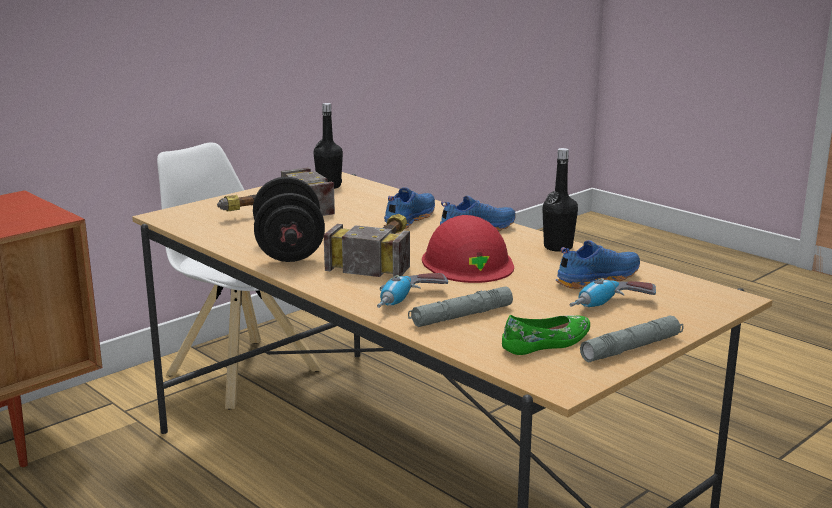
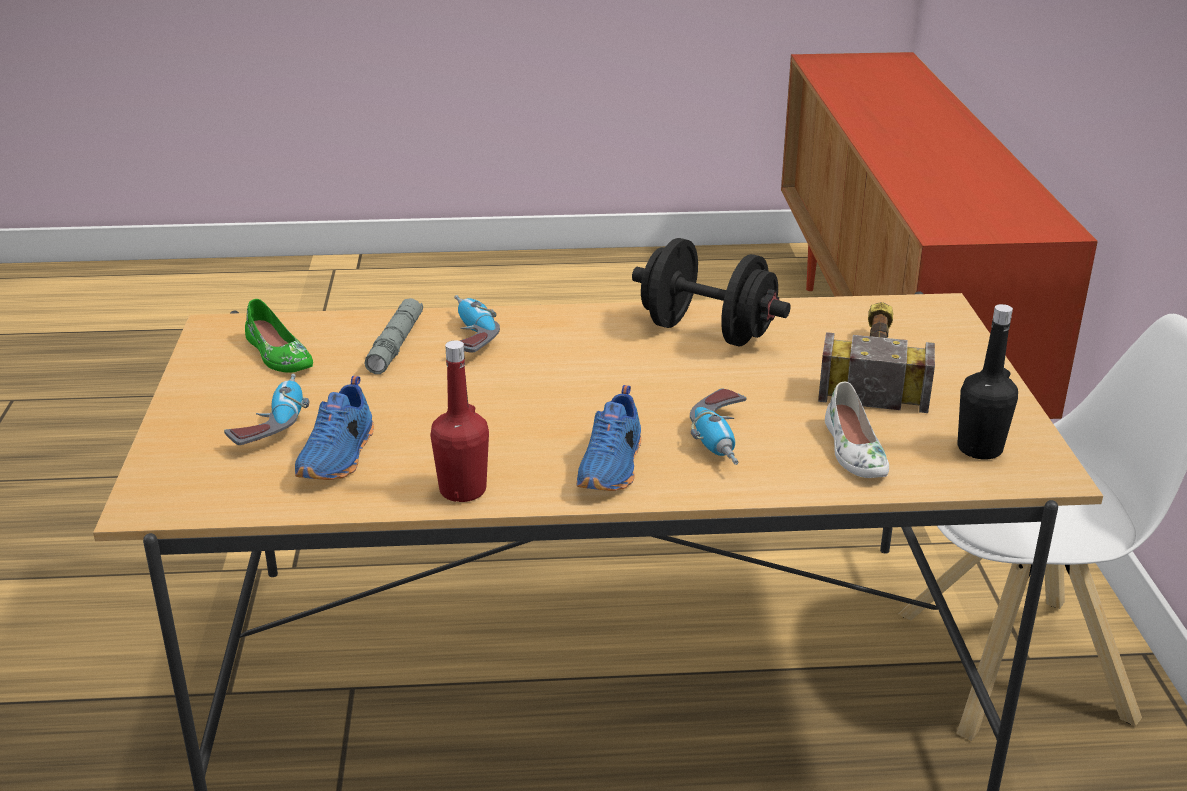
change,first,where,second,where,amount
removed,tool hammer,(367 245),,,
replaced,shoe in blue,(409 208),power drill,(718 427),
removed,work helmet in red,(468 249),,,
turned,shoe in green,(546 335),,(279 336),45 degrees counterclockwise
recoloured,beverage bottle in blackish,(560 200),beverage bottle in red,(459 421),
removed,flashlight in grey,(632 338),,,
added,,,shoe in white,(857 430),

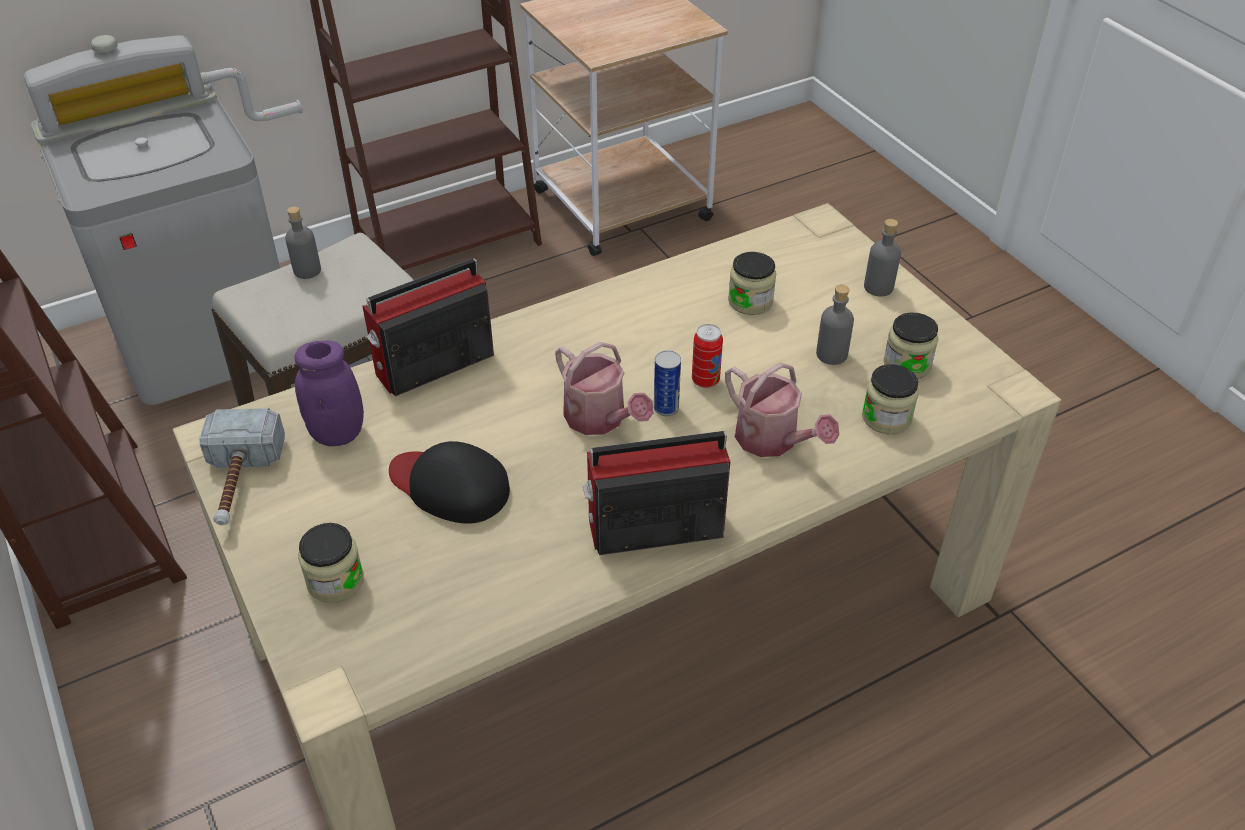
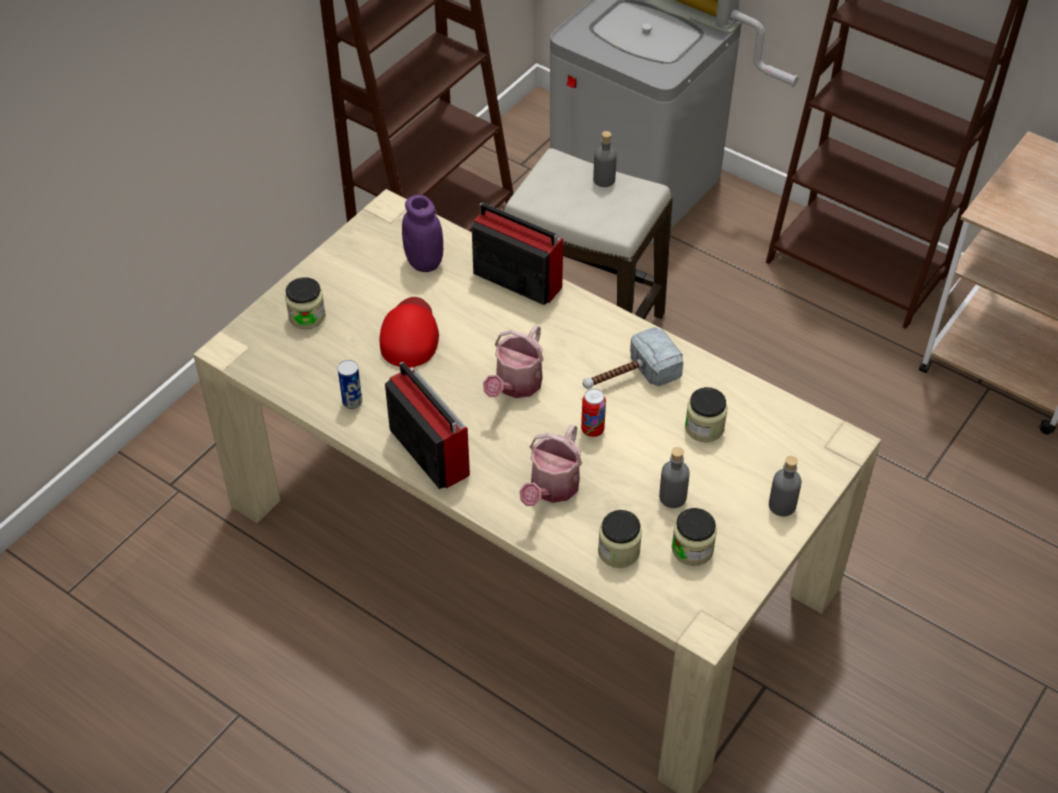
change,first,where,second,where,amount
moved,tool hammer,(242 466),,(633 358),
recoloured,peaked cap in blackish,(449 482),peaked cap in red,(409 332),
moved,metal can,(667 383),,(350 384),

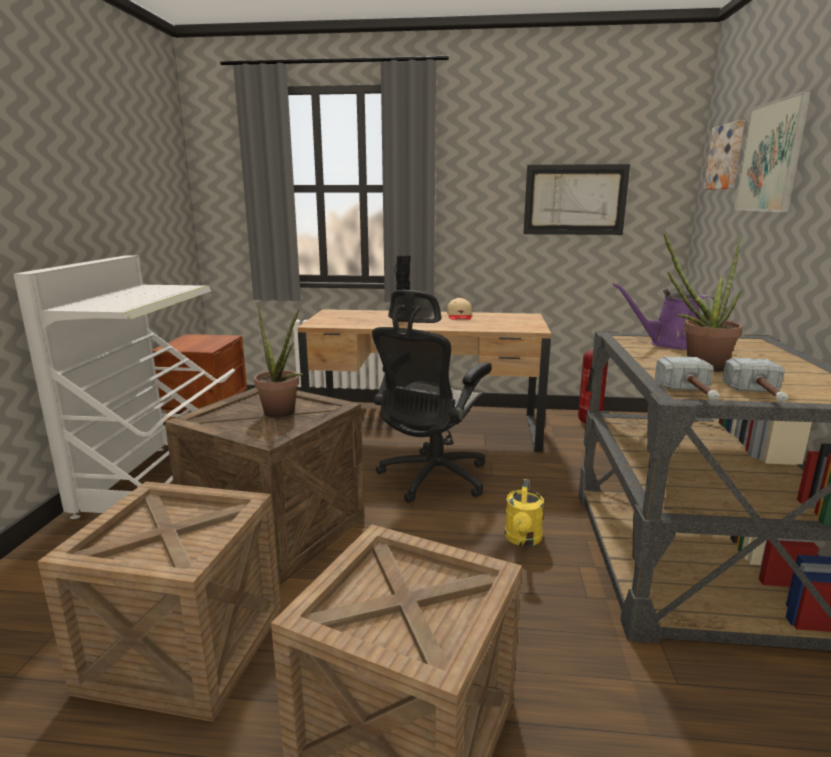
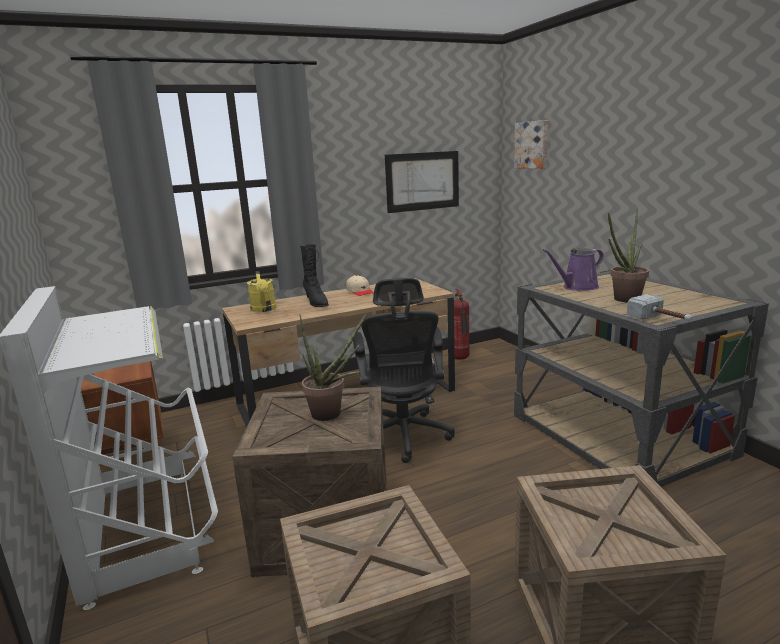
change,first,where,second,where,amount
moved,watering pot in yellow,(524 512),,(262 291),
removed,tool hammer,(755 380),,,
removed,wall picture,(772 151),,,

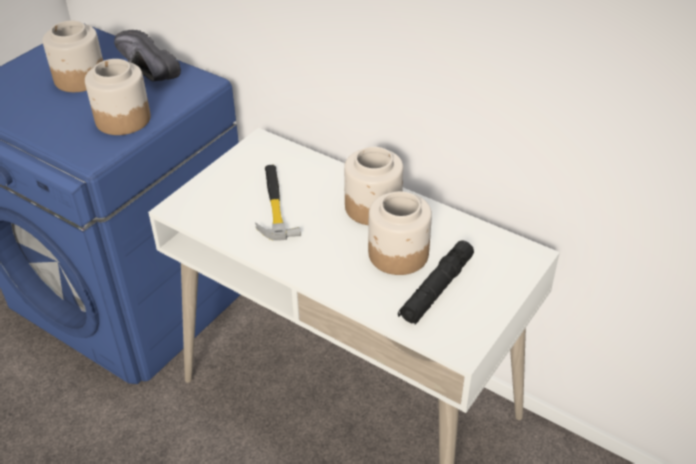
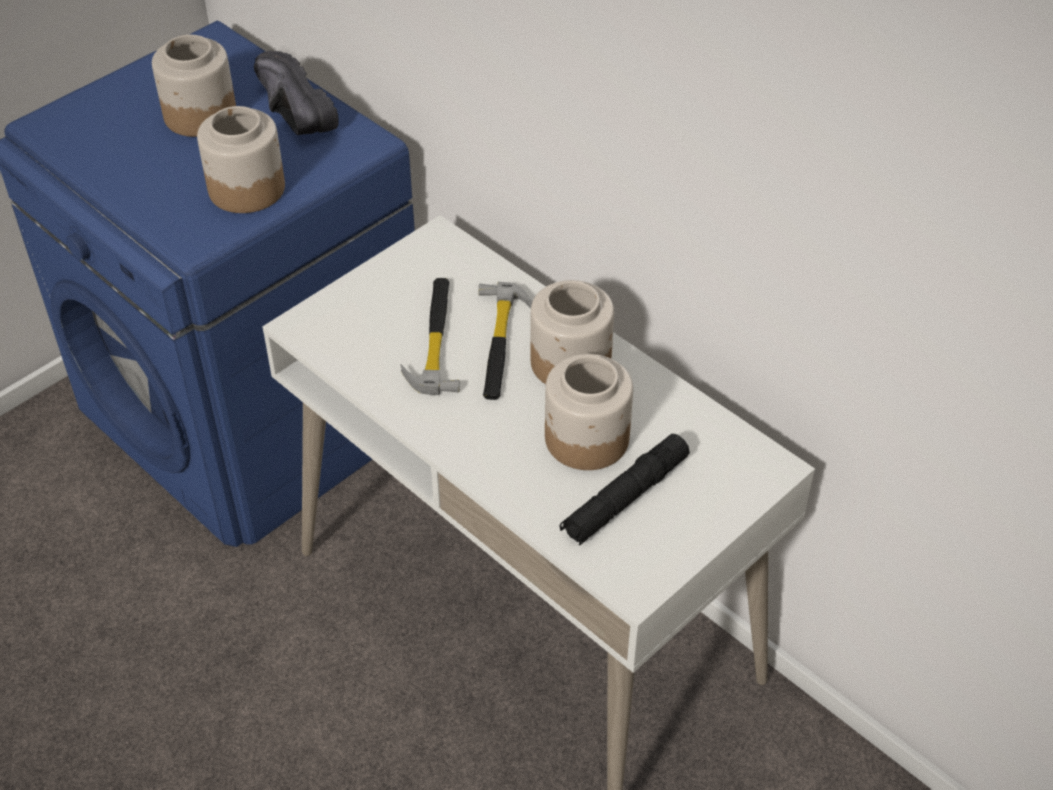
change,first,where,second,where,amount
added,,,tool hammer,(505 341),

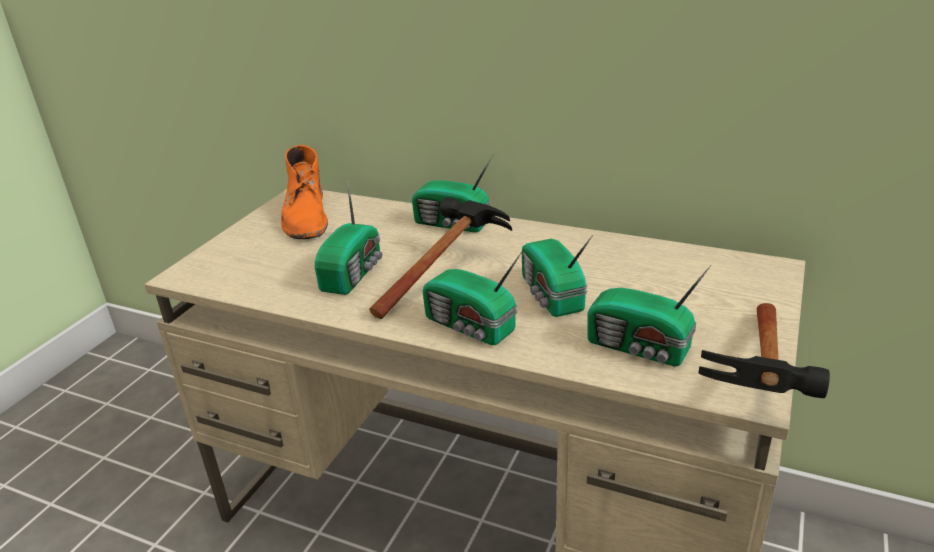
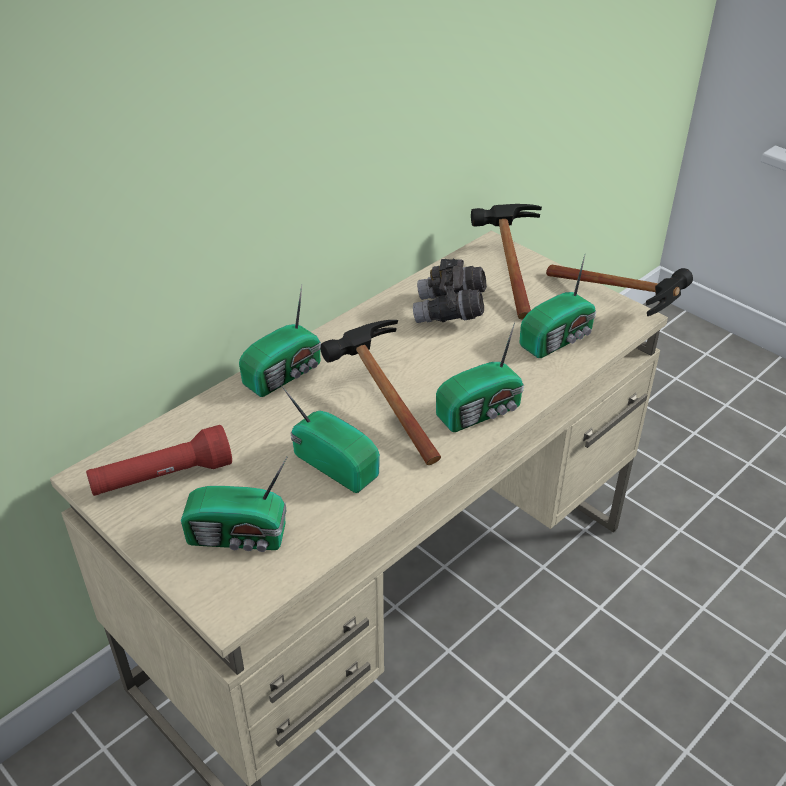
change,first,where,second,where,amount
replaced,tall boot in orange,(304 192),flashlight in red,(159 460),
moved,radio receiver,(557 276),,(234 504),
added,,,binoculars in grey,(450 291),
added,,,tool hammer,(506 262),

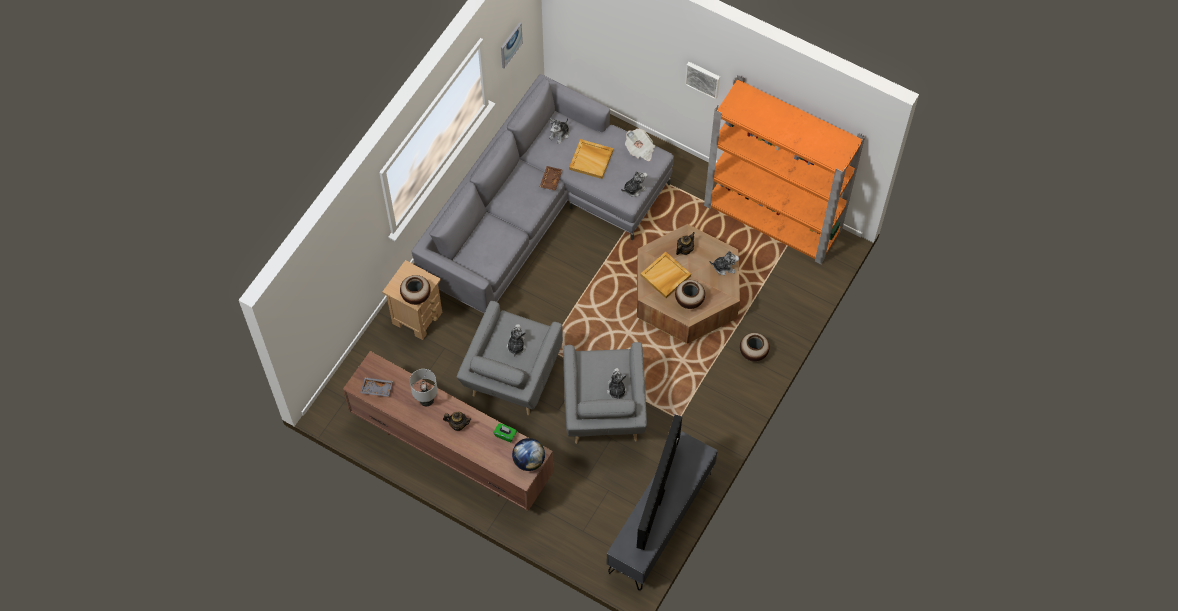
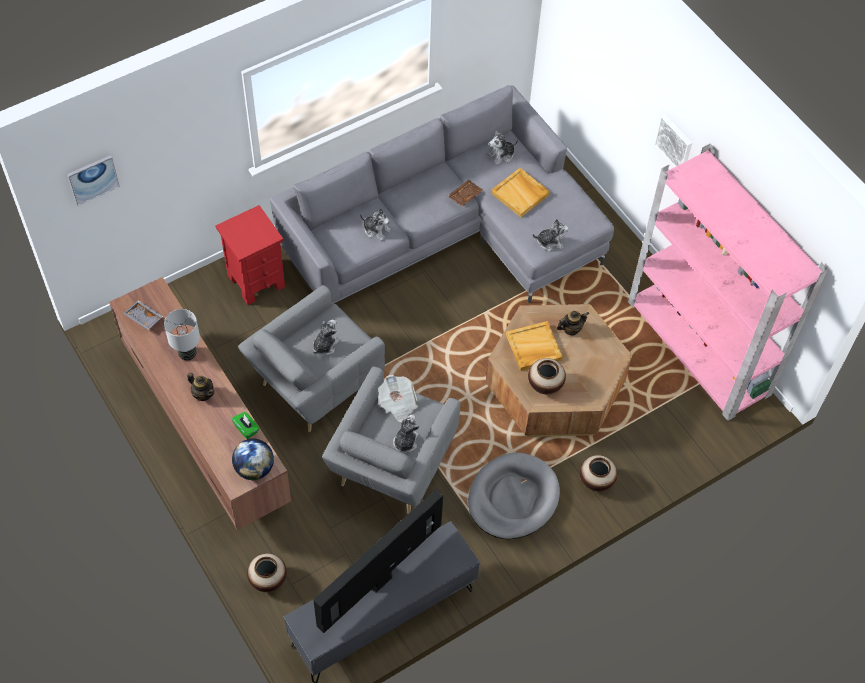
change,first,where,second,where,amount
recoloured,nightstand in beige-coloured,(412 300),nightstand in red,(250 255),
moved,flower vase,(415 290),,(267 572),
moved,wall picture,(512 45),,(93 180),
moved,daily paper,(640 145),,(398 398),
recoloured,bookshelf in orange,(784 170),bookshelf in pink,(728 282),
moved,cuddly toy,(724 263),,(375 224),
added,,,pet bed in grey,(514 495),

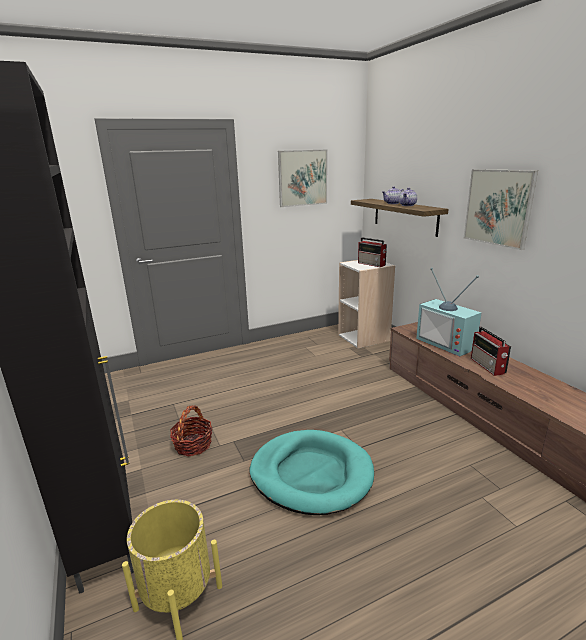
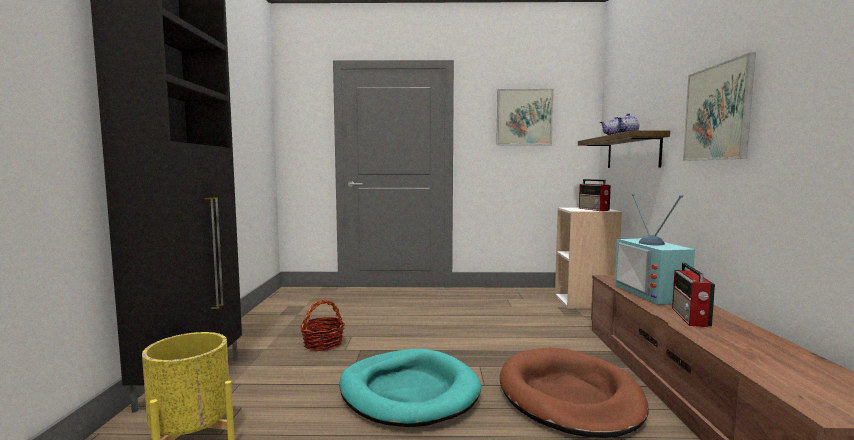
change,first,where,second,where,amount
added,,,pet bed in brown-coloured,(574 392),

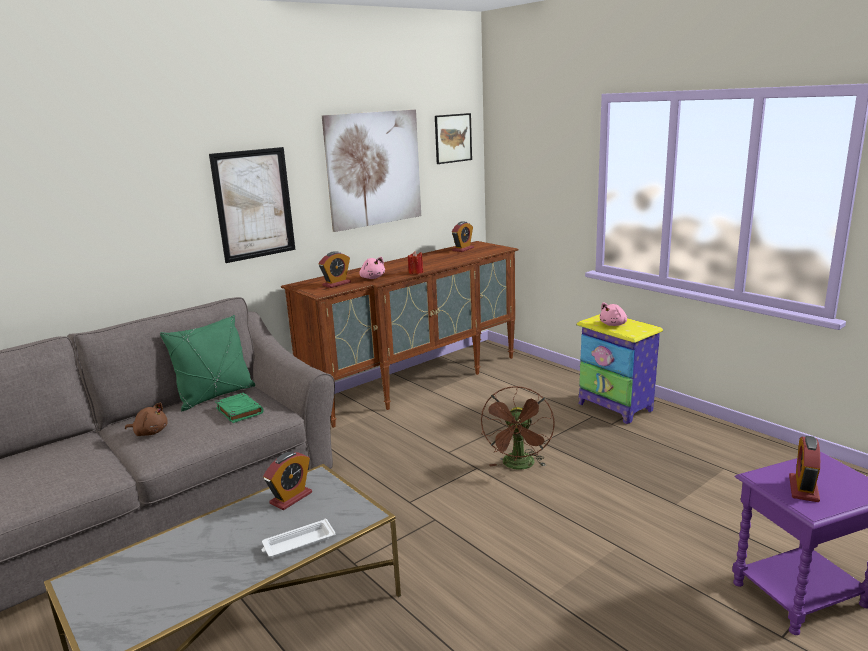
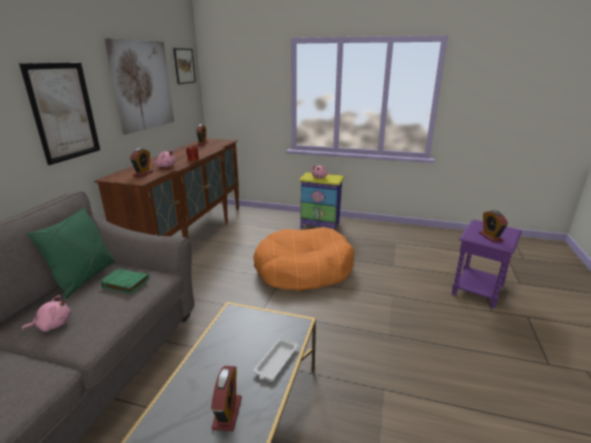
change,first,where,second,where,amount
recoloured,cuddly toy in brown-coloured,(146 419),cuddly toy in pink,(46 313),
moved,alarm clock,(287 480),,(226 398),
replaced,cooling fan in brown-coloured,(518 428),pet bed in orange,(303 259),

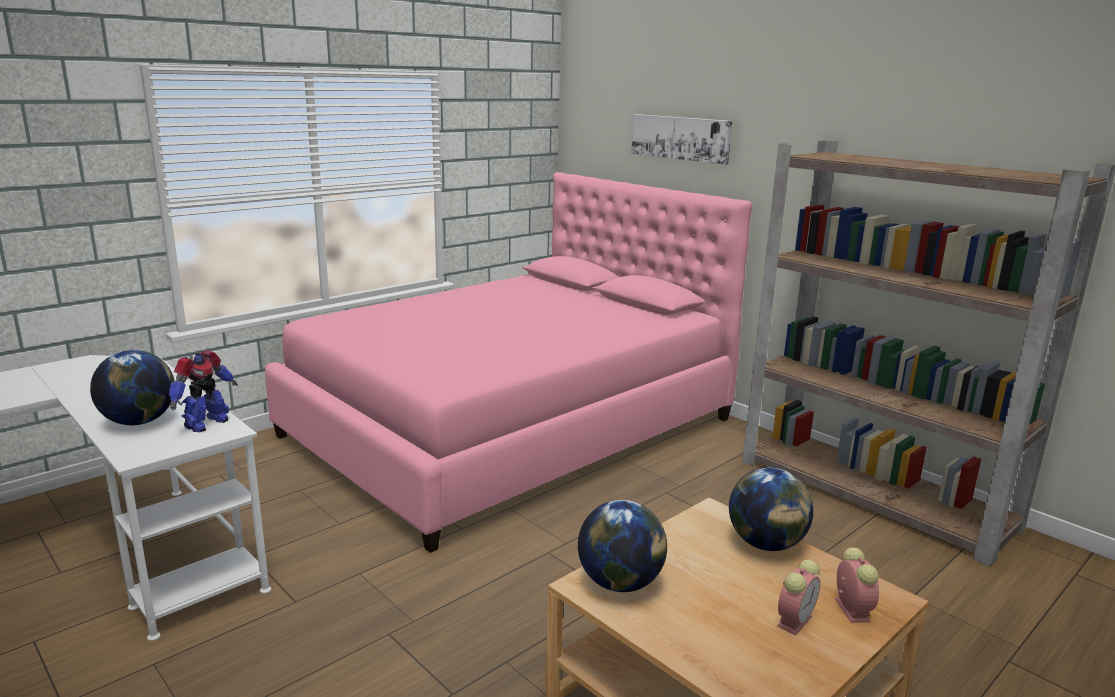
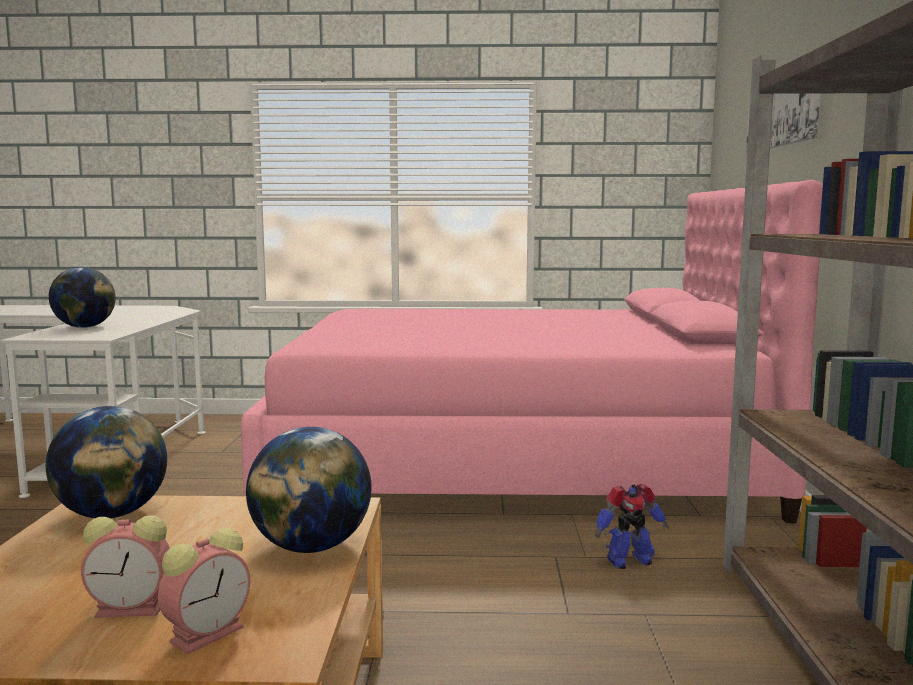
change,first,where,second,where,amount
moved,robot figure,(203 391),,(632 526),

